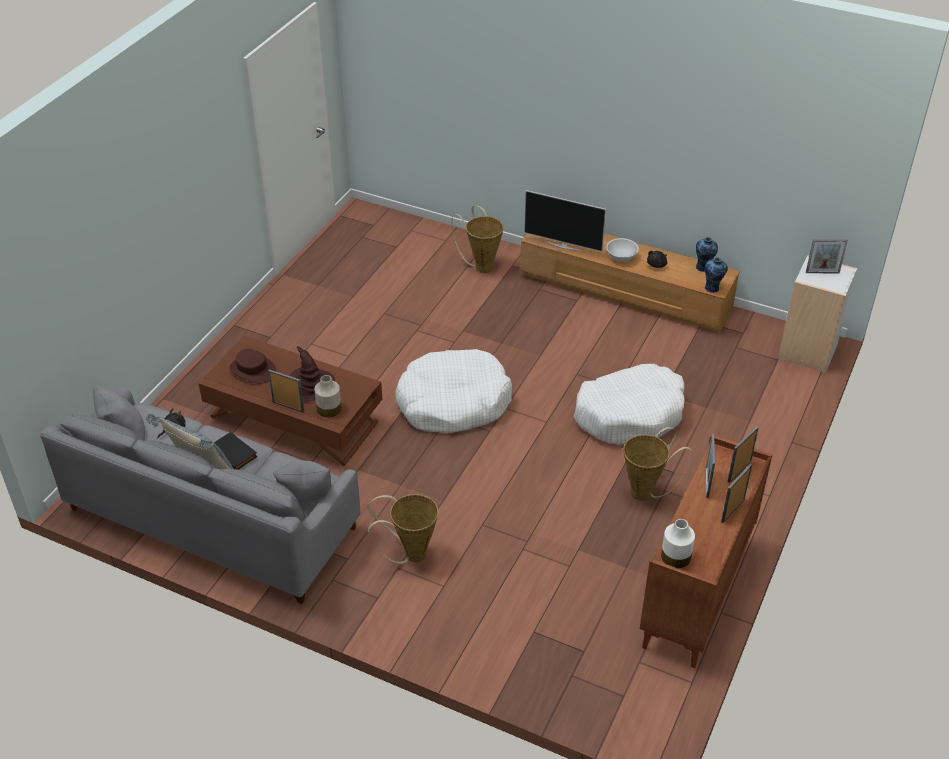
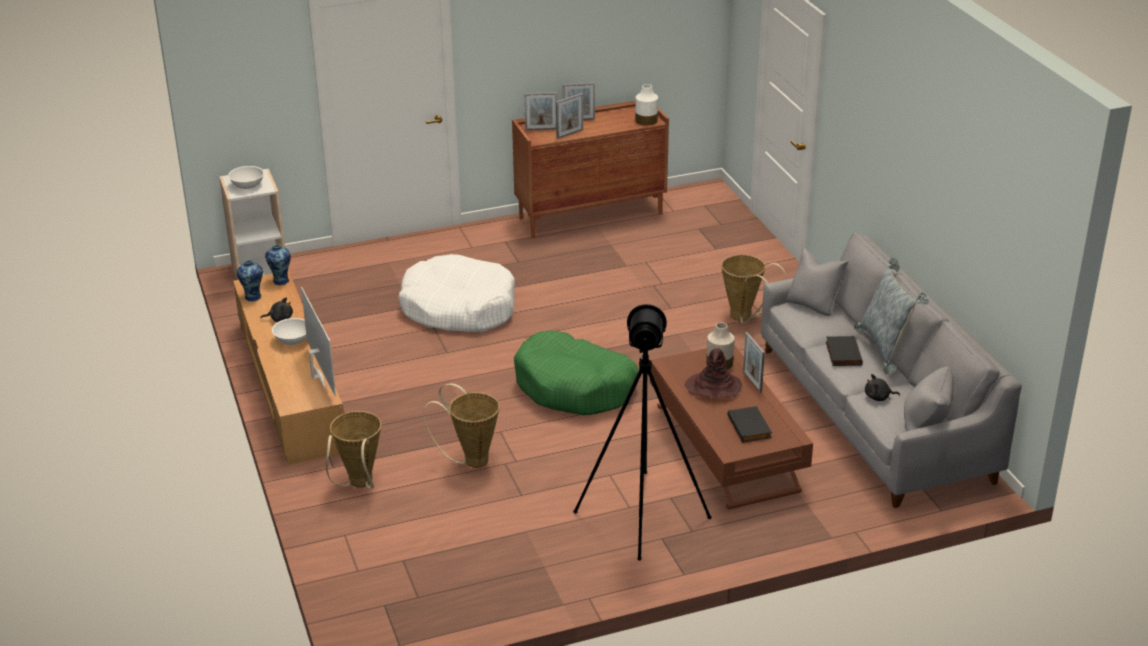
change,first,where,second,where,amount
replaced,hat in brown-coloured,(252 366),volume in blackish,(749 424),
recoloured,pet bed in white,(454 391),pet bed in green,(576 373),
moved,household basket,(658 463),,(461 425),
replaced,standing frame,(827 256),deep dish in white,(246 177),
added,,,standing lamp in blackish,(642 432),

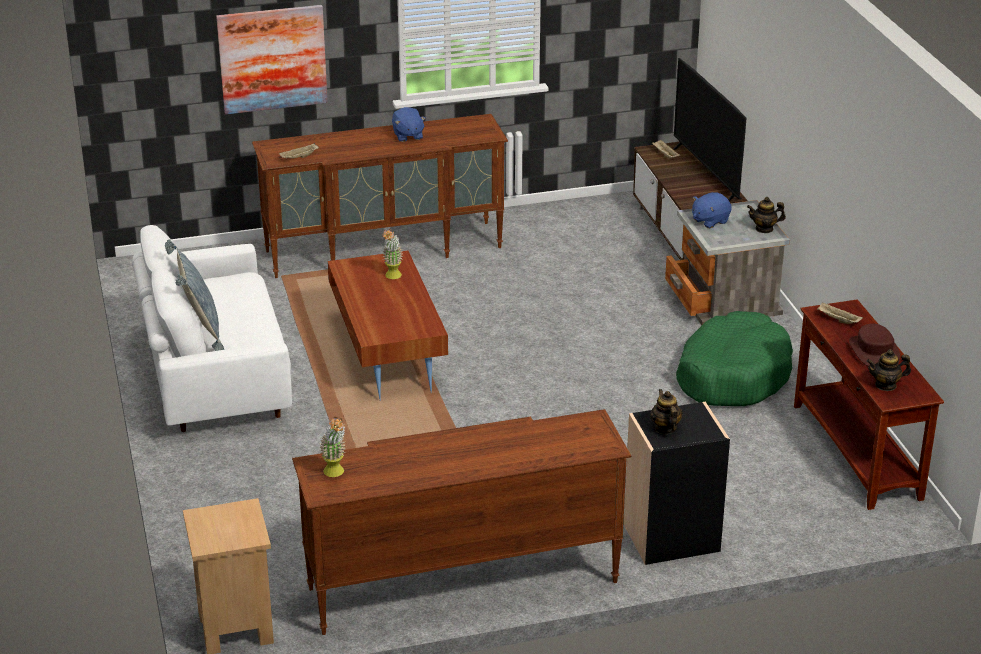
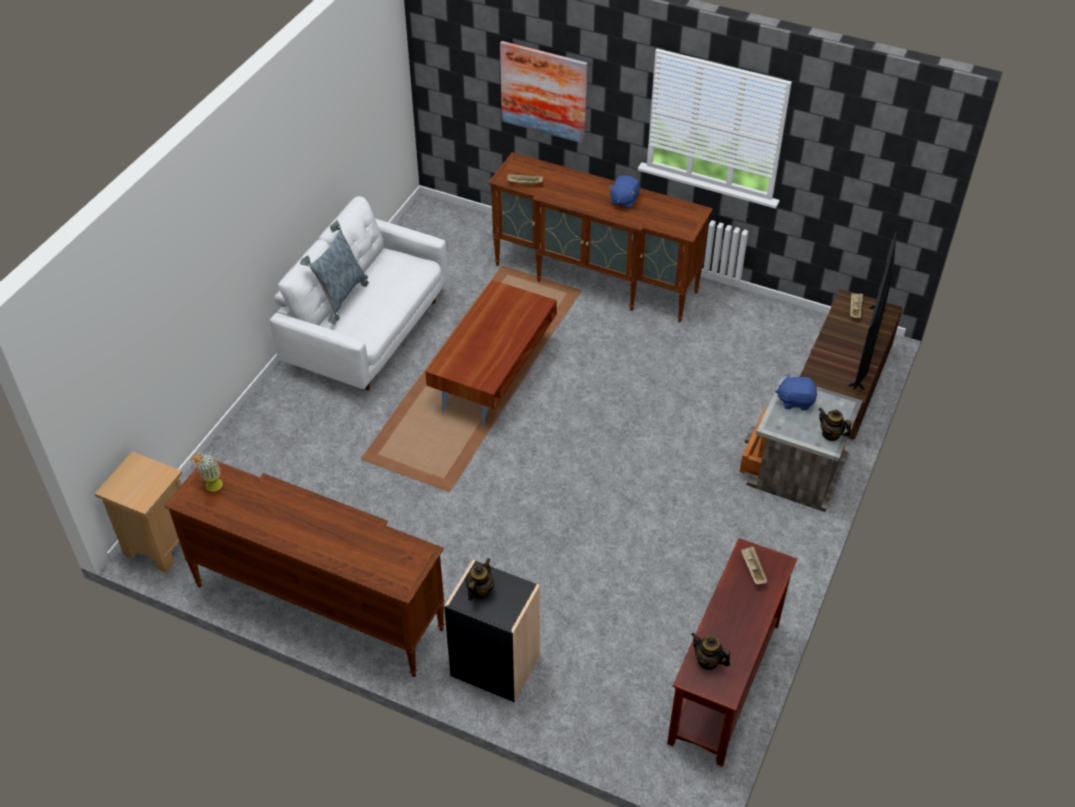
change,first,where,second,where,amount
removed,potted plant,(392 254),,,
removed,pet bed in green,(734 358),,,
removed,hat in brown-coloured,(874 345),,,

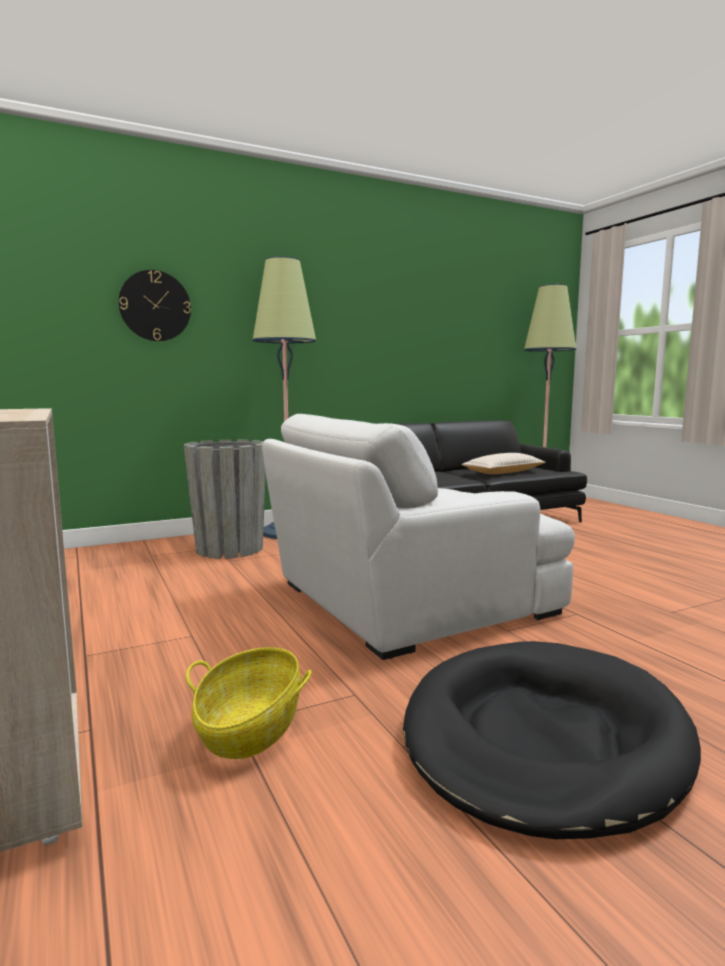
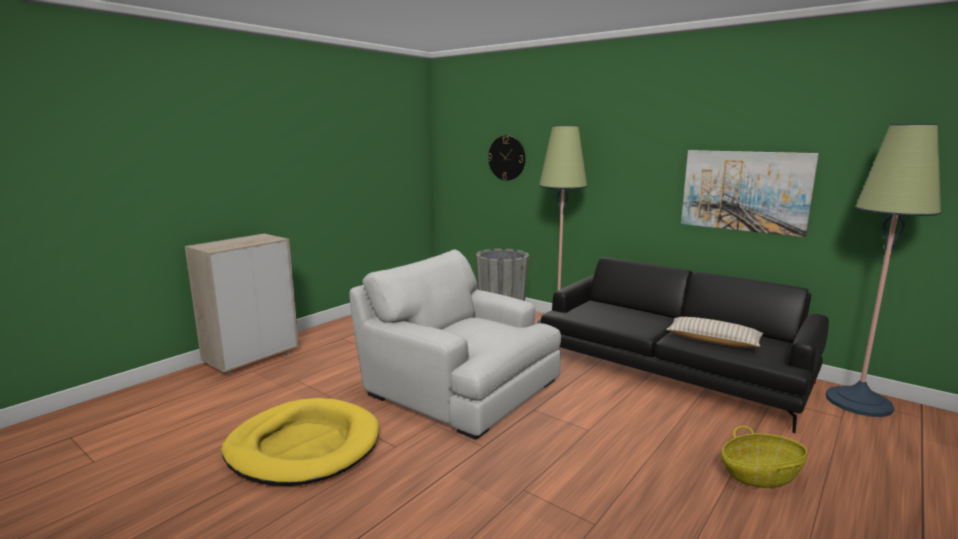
change,first,where,second,where,amount
moved,household basket,(249 703),,(764 457),
recoloured,pet bed in blackish,(552 740),pet bed in yellow,(300 442),
added,,,wall picture,(750 193),

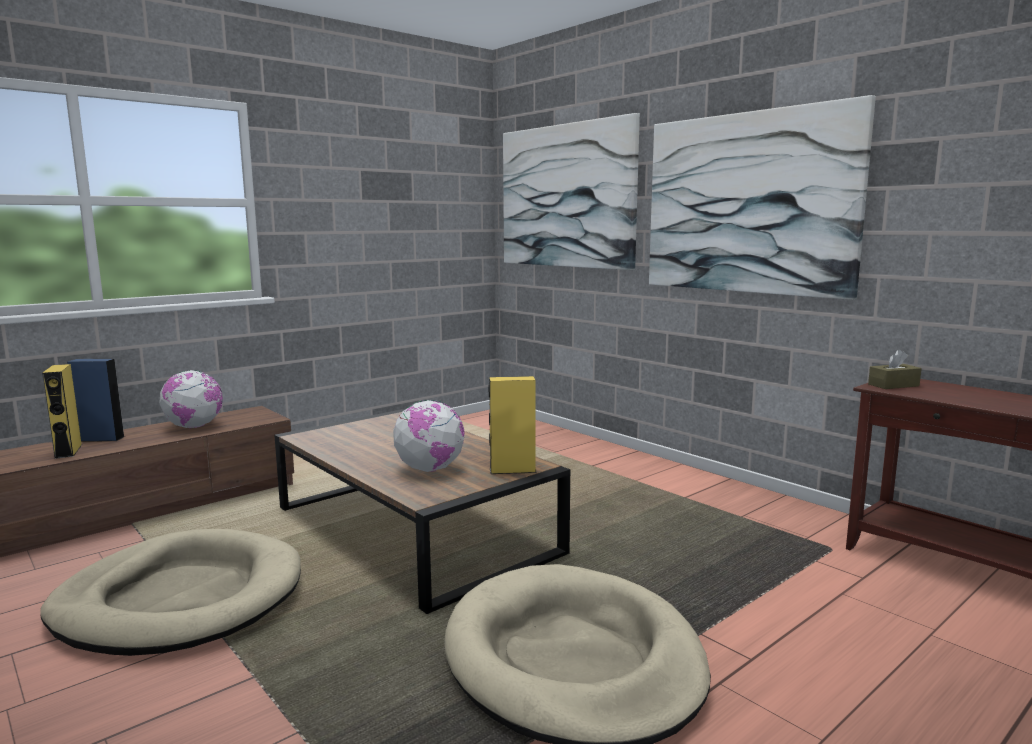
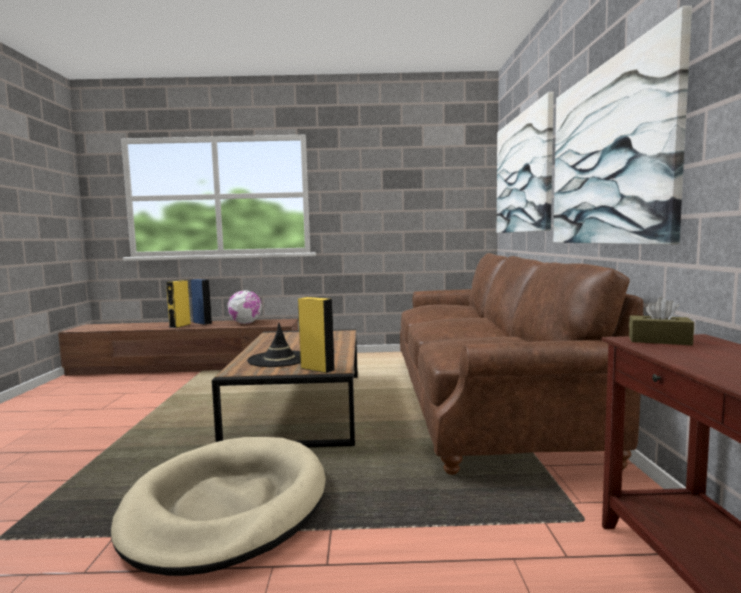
change,first,where,second,where,amount
removed,pet bed in beige-coloured,(170 592),,,
replaced,globe,(429 436),hat in blackish,(274 345),
added,,,settee in brown-coloured,(521 364),

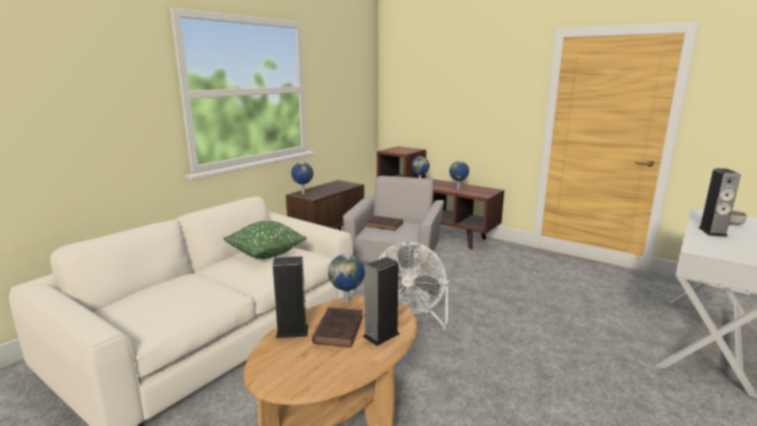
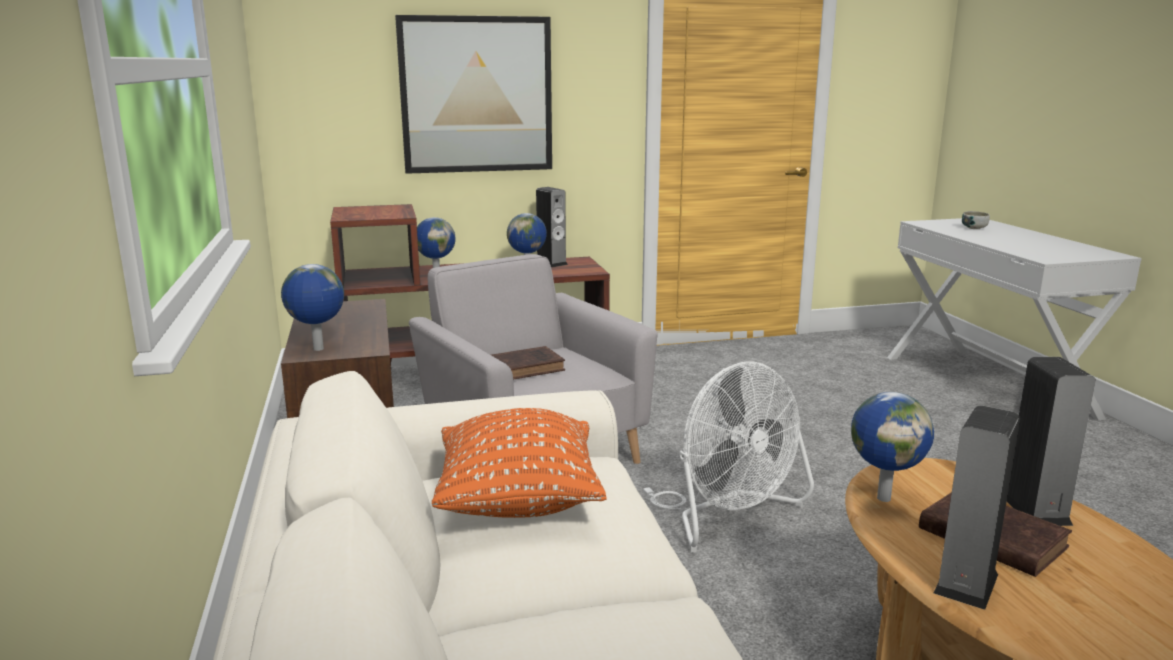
change,first,where,second,where,amount
recoloured,throw pillow in green,(264 240),throw pillow in orange,(519 463),
moved,speaker,(719 202),,(552 227),
added,,,wall picture,(473 94),

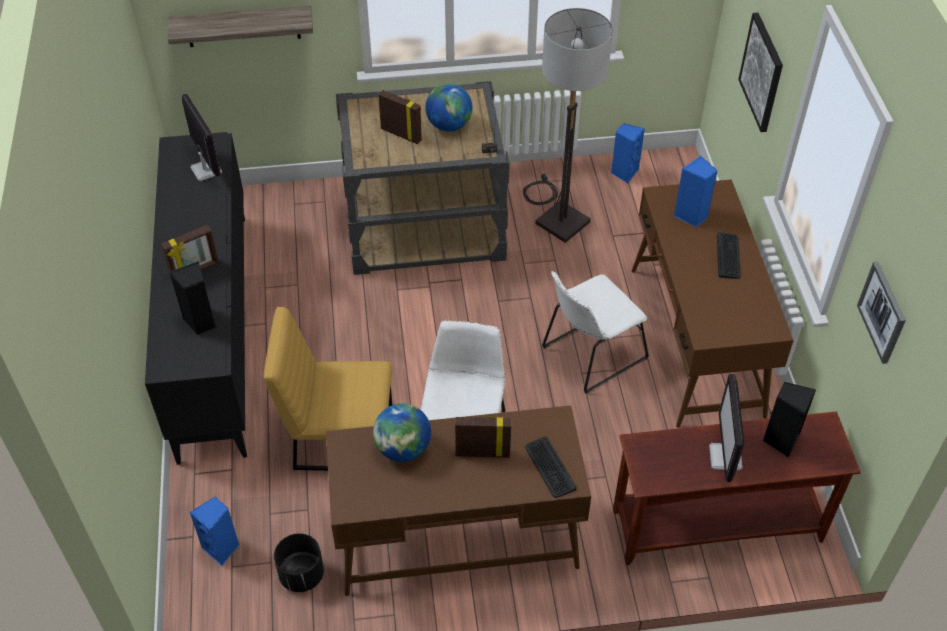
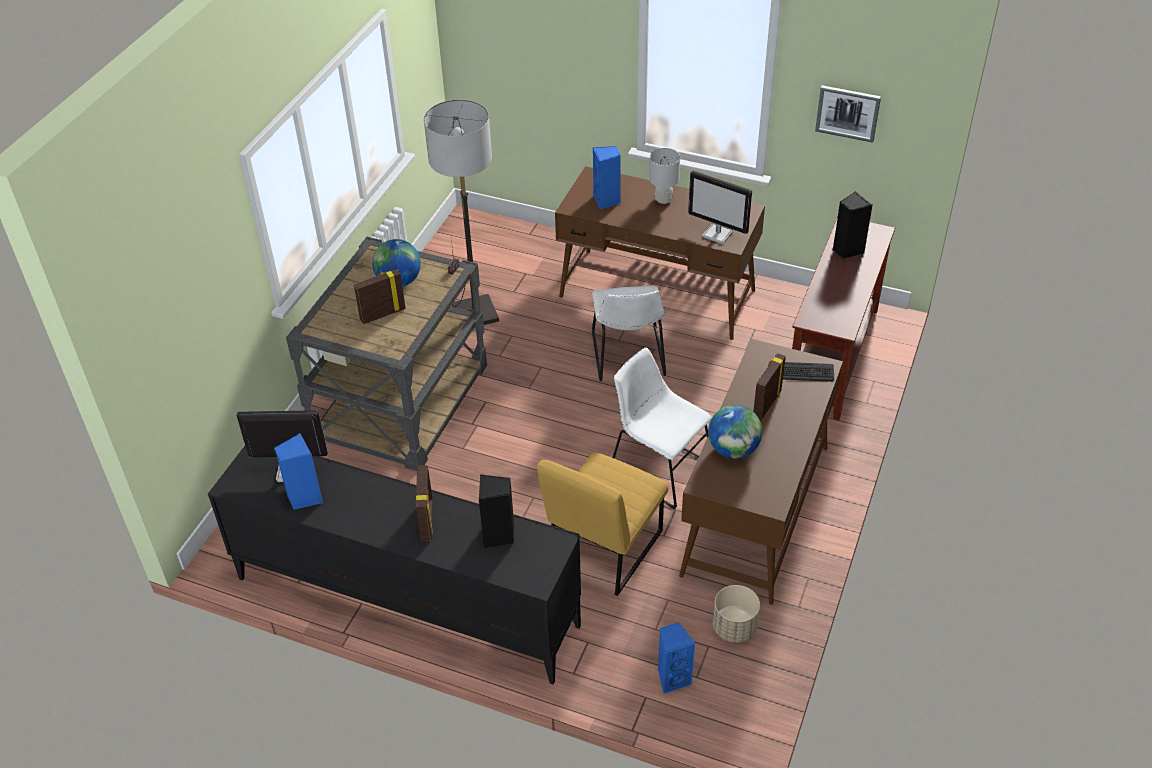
change,first,where,second,where,amount
removed,bracket shelf,(240 26),,,
recoloured,plant pot in blackish,(299 562),plant pot in beige-coloured,(736 614),
moved,speaker in blue,(628 153),,(298 471),
moved,computer display,(727 428),,(720 207),
replaced,PC keyboard,(729 255),lamp for a table in grey,(664 176),
removed,wall picture,(760 72),,,

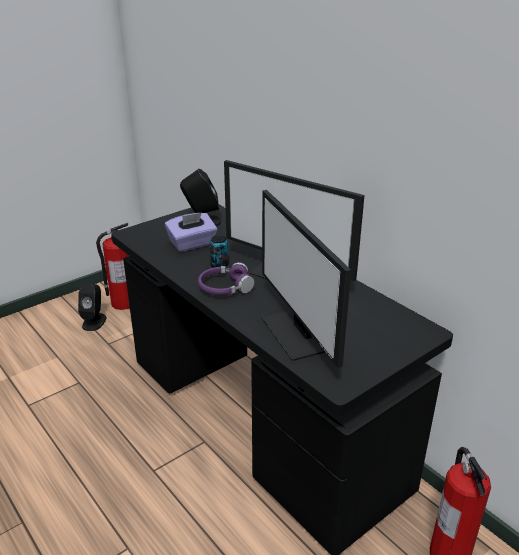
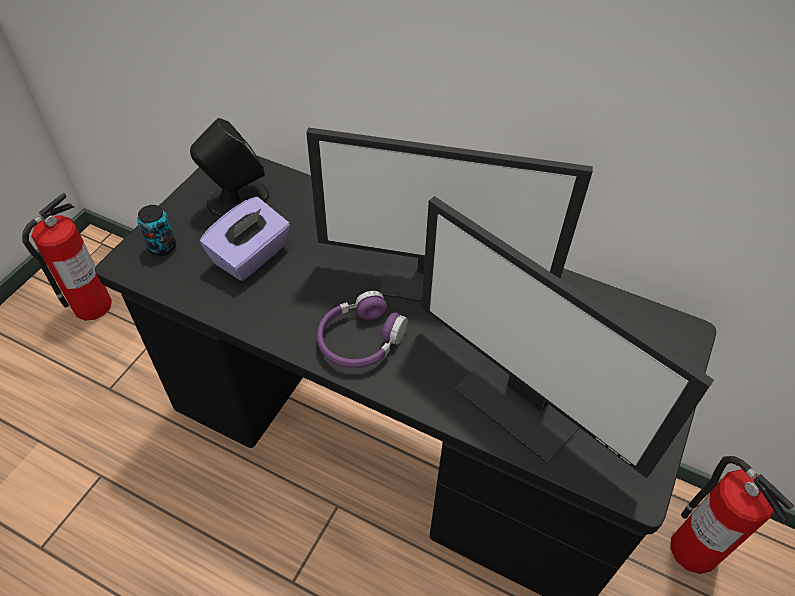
change,first,where,second,where,amount
removed,speaker in blackish,(92 307),,,
moved,metal can,(219 251),,(156 230),

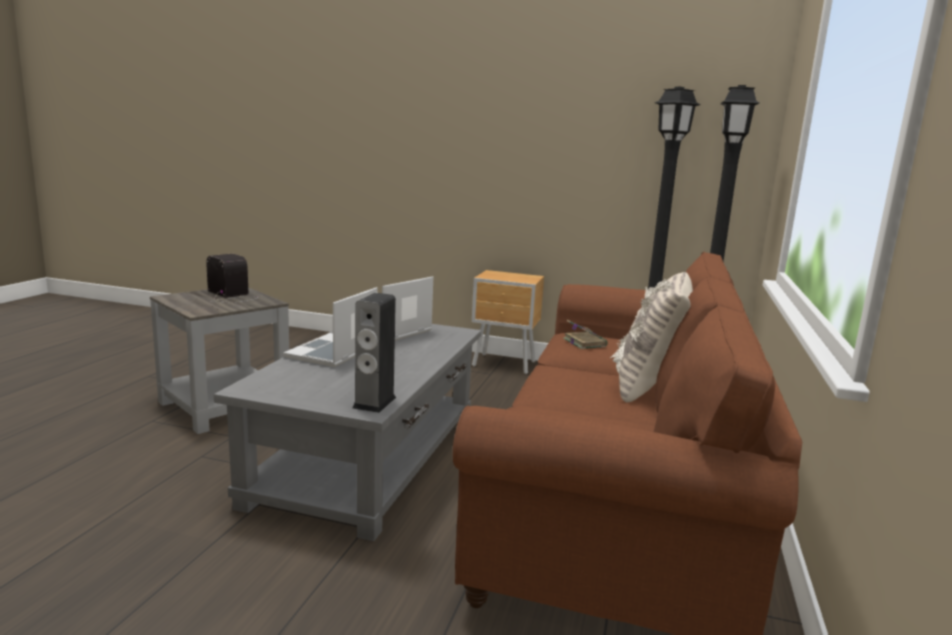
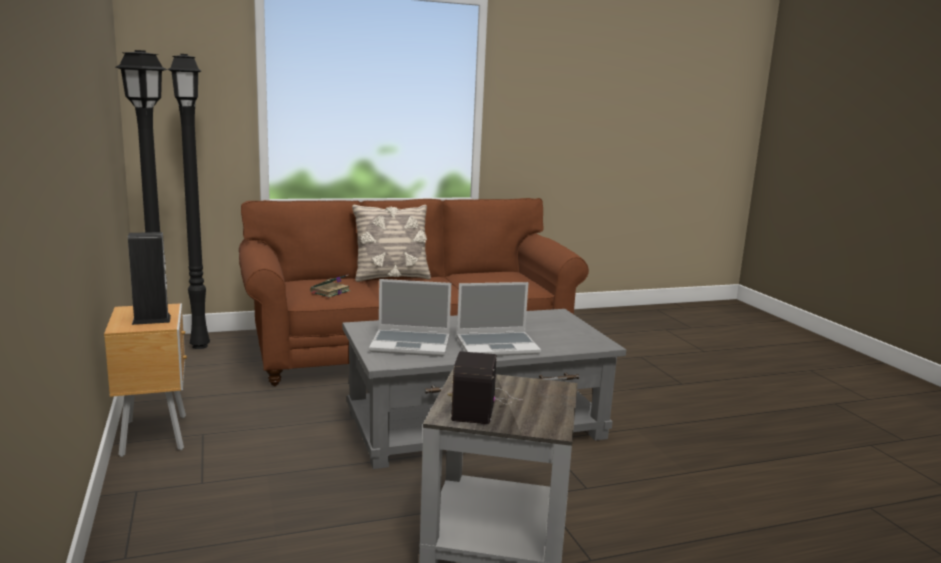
change,first,where,second,where,amount
moved,speaker,(374 353),,(149 278),

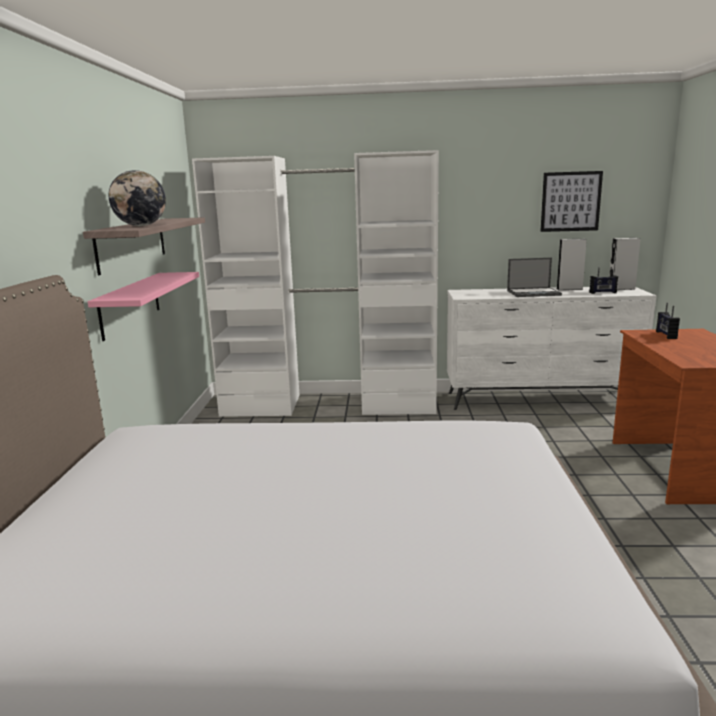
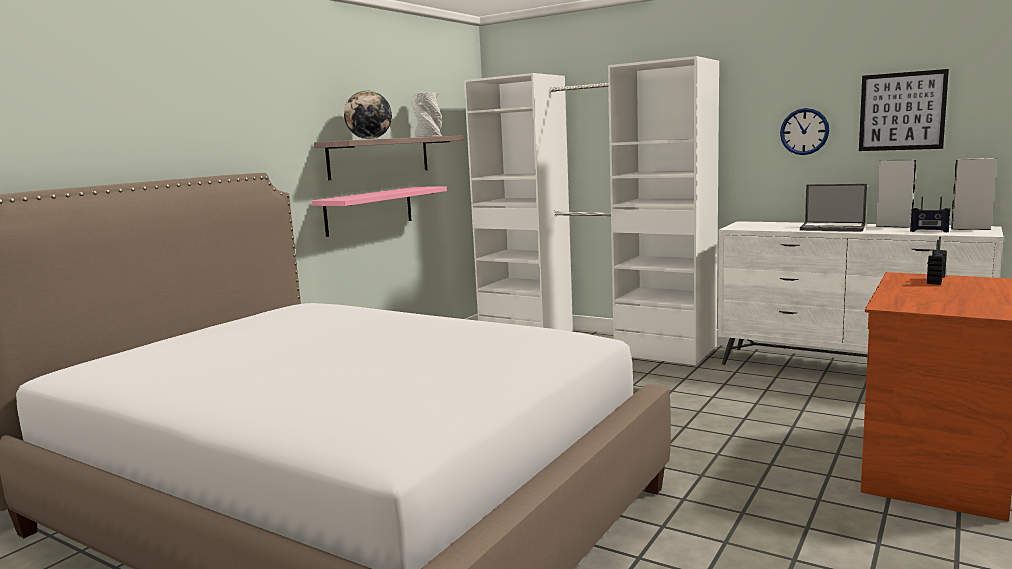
change,first,where,second,where,amount
added,,,flower vase in grey,(426 115),
added,,,hanging clock,(804 131),

